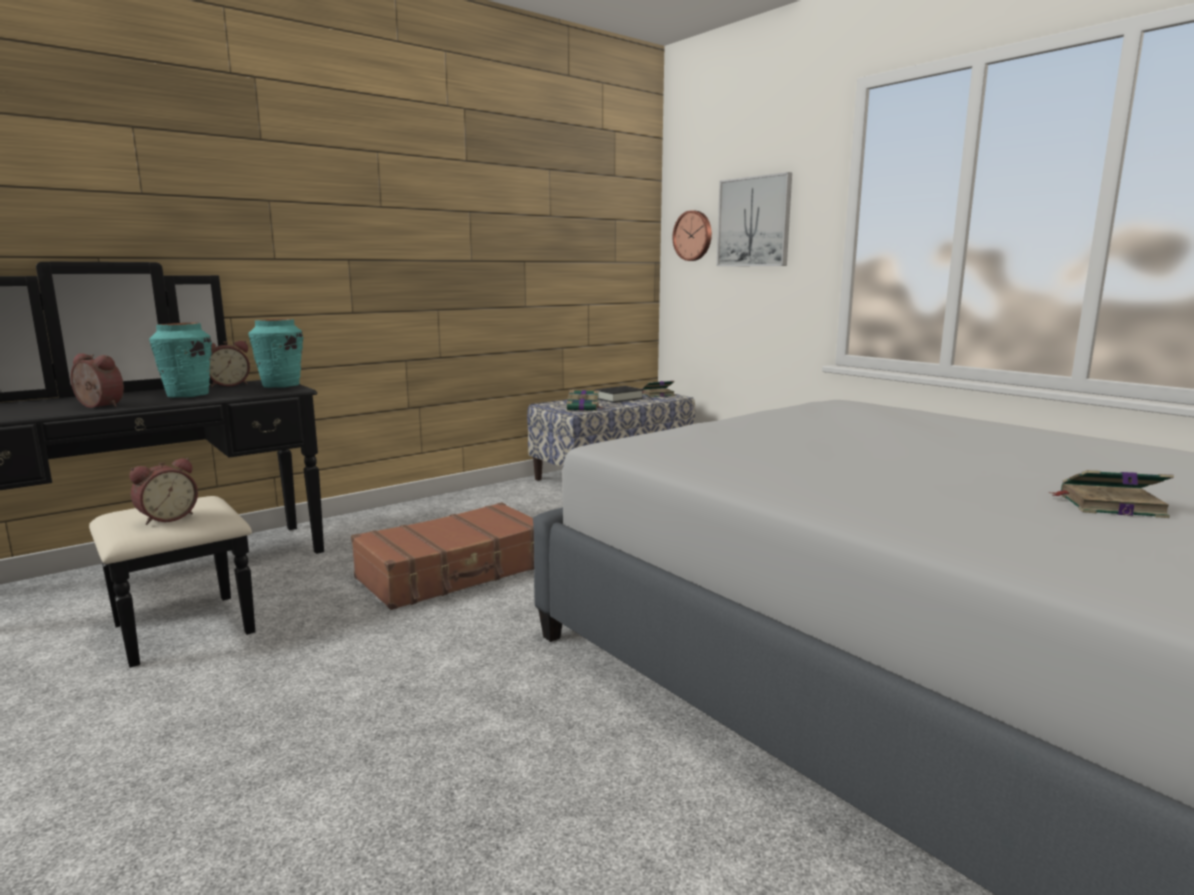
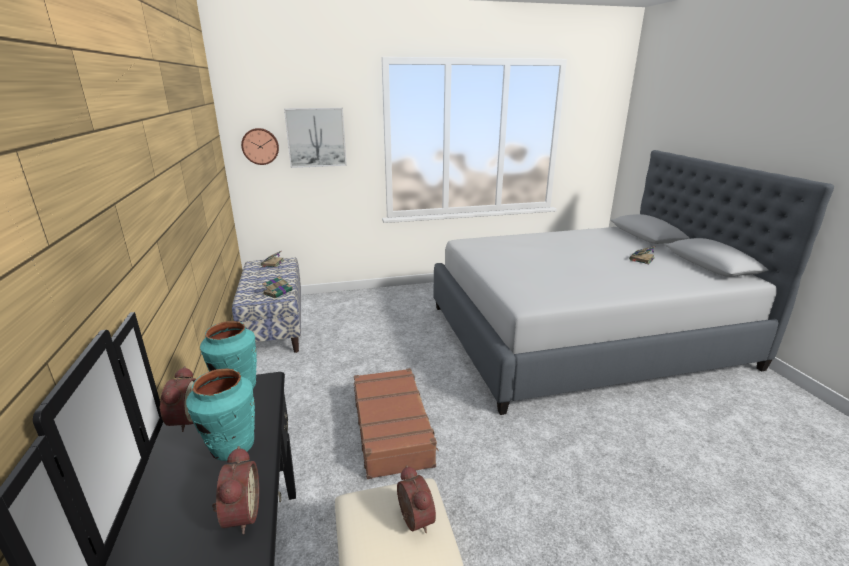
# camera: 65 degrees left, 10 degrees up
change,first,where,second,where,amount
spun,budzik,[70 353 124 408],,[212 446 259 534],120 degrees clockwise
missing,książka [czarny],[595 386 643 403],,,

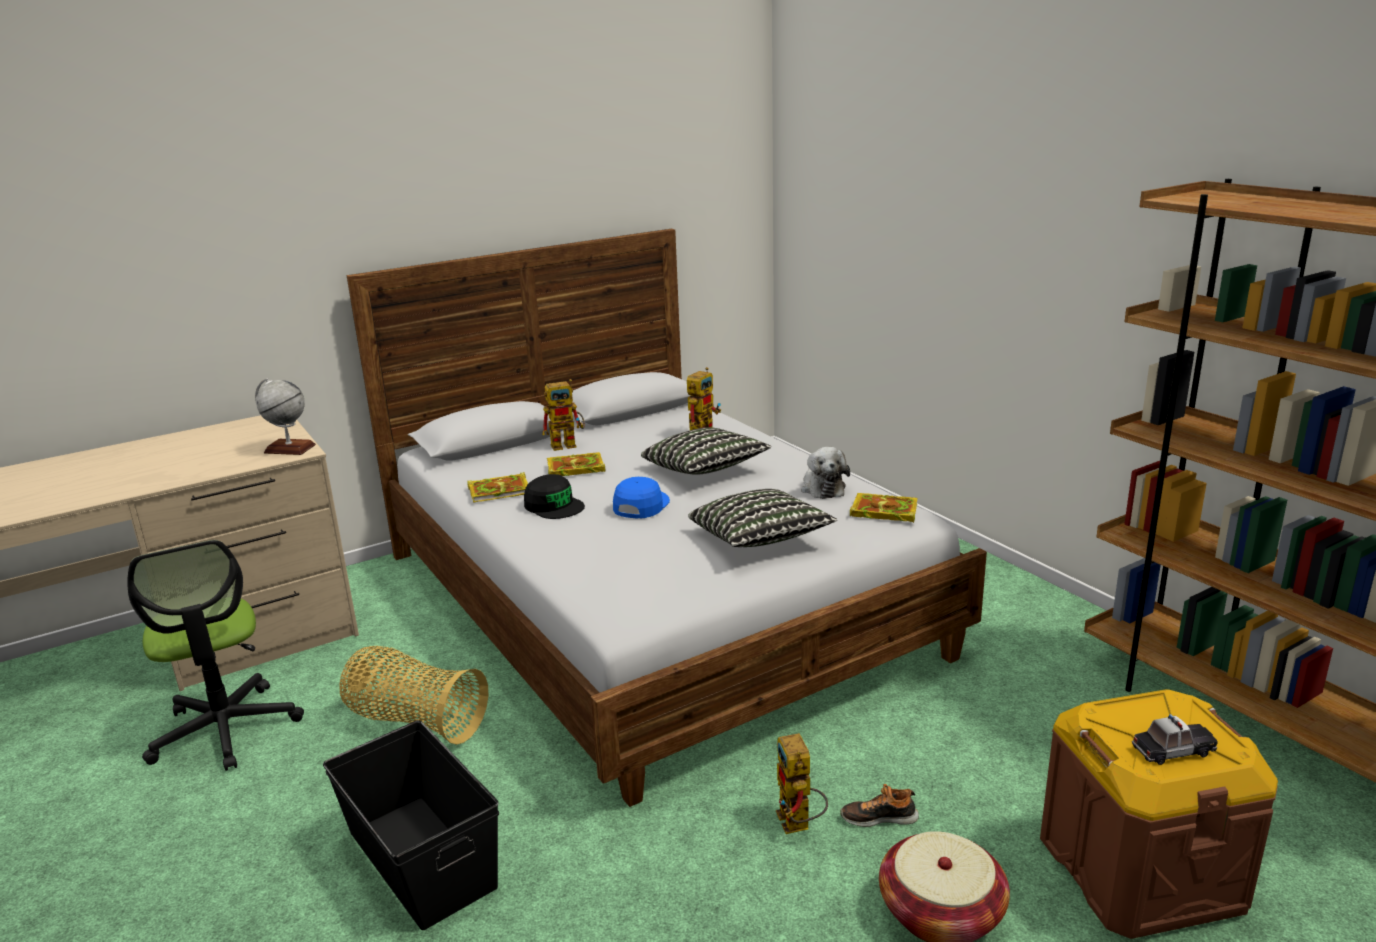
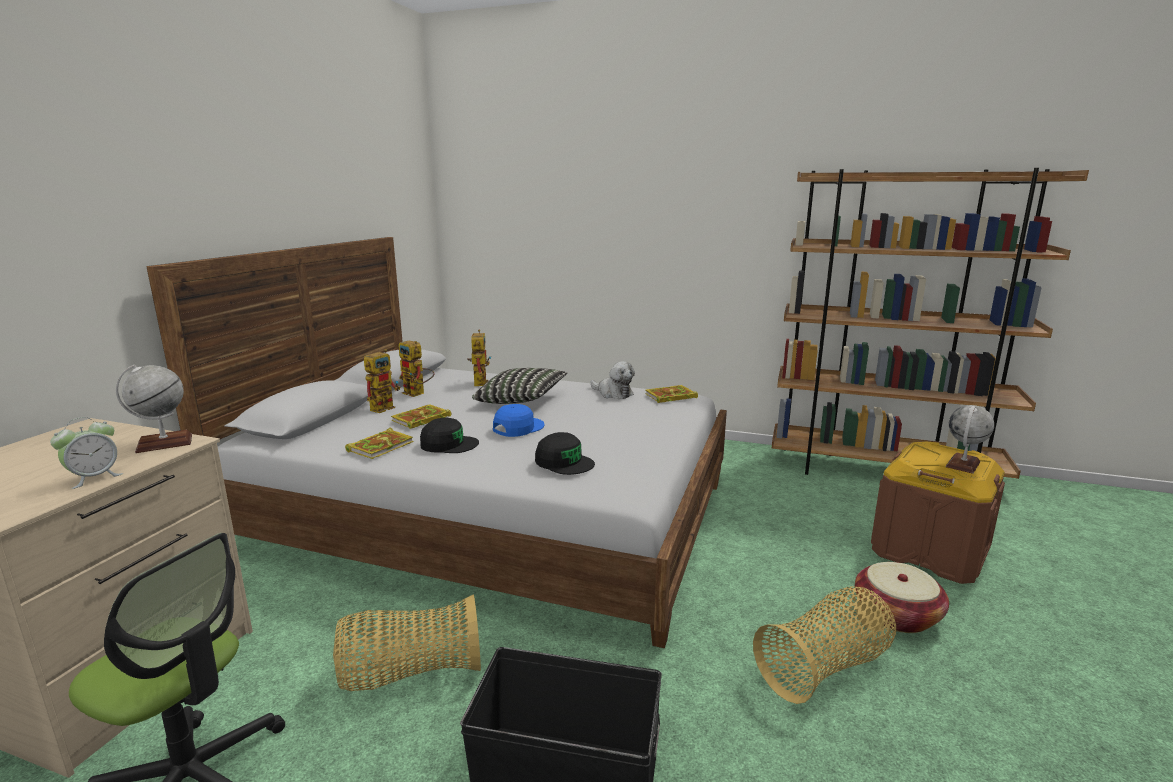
# camera: 40 degrees left, 5 degrees down
change,first,where,second,where,amount
appeared,,,budzik,[50 417 124 489],
relocated,robot zabawkowy,[776 733 828 834],,[398 340 434 397],
spun,czapka z daszkiem [niebieski],[613 477 670 519],,[493 404 544 437],60 degrees clockwise
appeared,,,czapka z daszkiem [czarny],[535 432 595 475],
appeared,,,koszyk,[753 586 896 704],
exchanged,samochodzik,[1132 714 1218 765],globus,[946 405 994 474],
missing,poduszka,[688 489 837 547],,,
missing,but,[840 784 919 827],,,

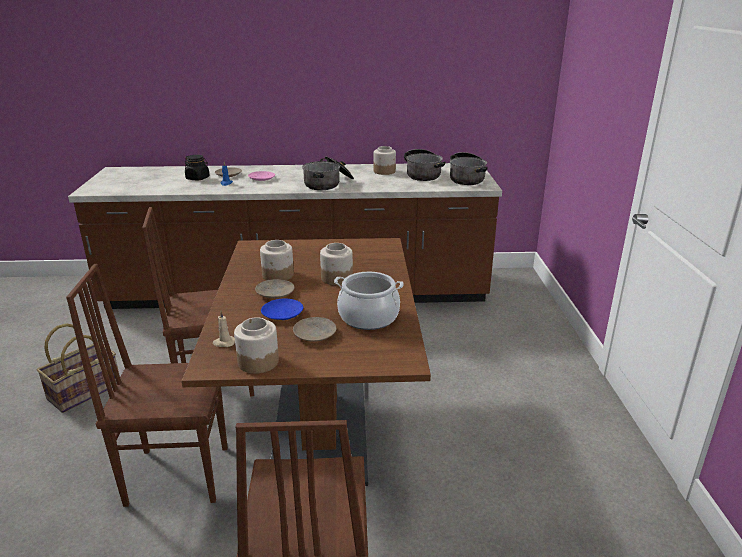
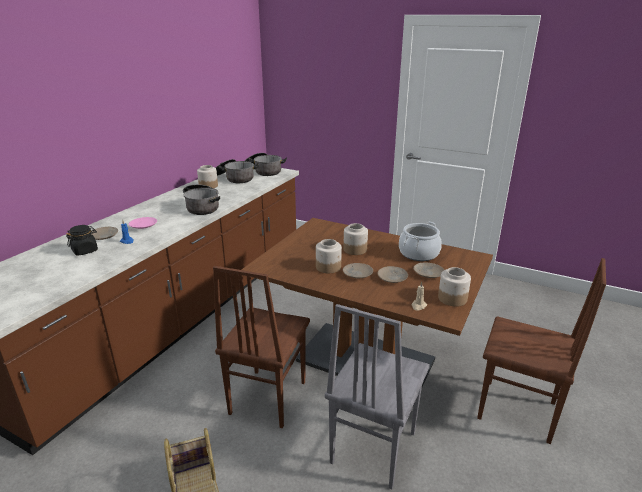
# camera: 60 degrees left, 0 degrees up
change,first,where,second,where,amount
colour,krzesło [brązowy],[66 264 228 507],krzesło [szary],[325 304 430 489],
colour,talerz [niebieski],[261 298 304 320],talerz [beżowy],[378 266 408 283],

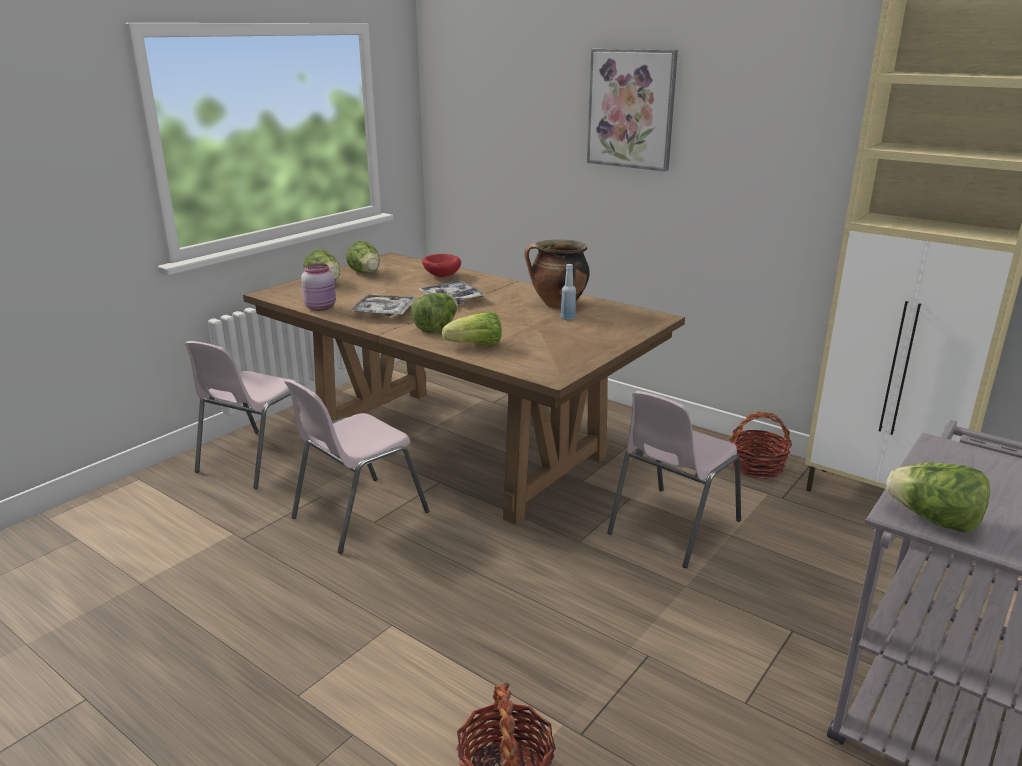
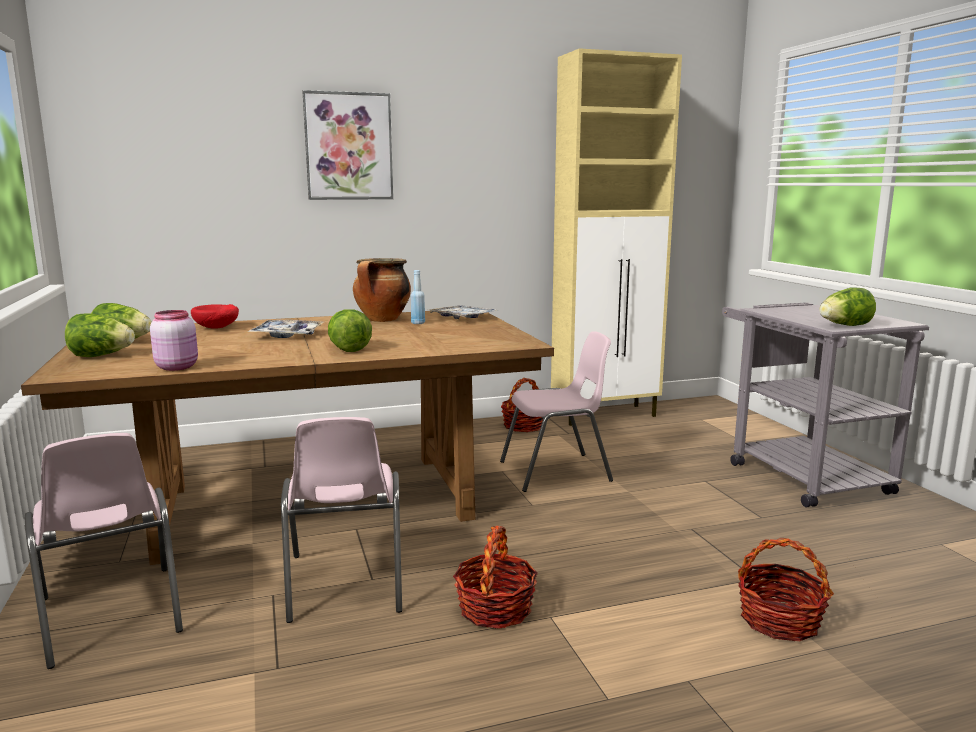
# camera: 55 degrees left, 10 degrees down
change,first,where,second,where,amount
relocated,taca,[350 294 416 316],,[430 305 499 319],
appeared,,,koszyk,[453 526 538 629],
spun,krzesło [różowy],[607 391 741 568],,[500 331 613 492],90 degrees counterclockwise
missing,sałata,[442 311 502 346],,,

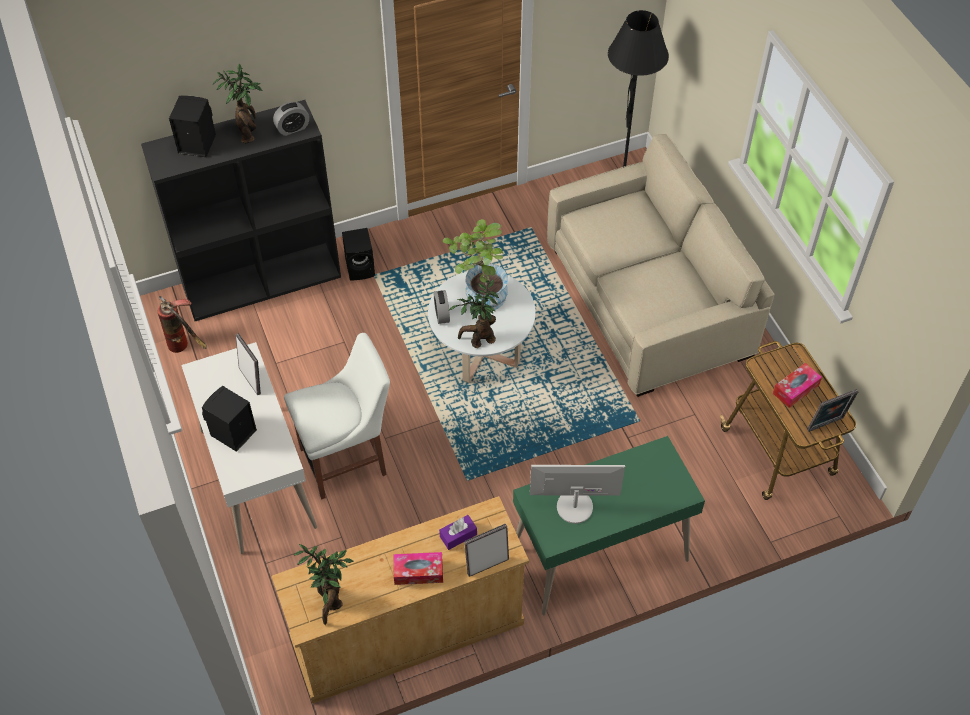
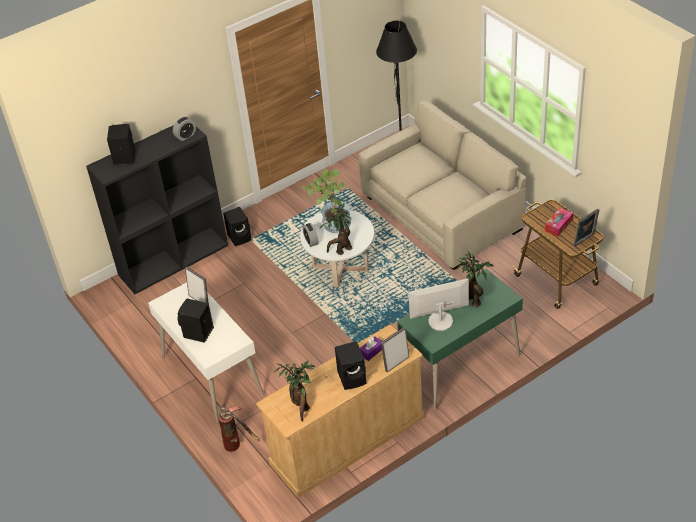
# camera: 10 degrees left, 10 degrees down
change,first,where,second,where,amount
relocated,gaśnica,[158 296 207 353],,[218 405 260 452],
exchanged,pudełko chusteczek,[393 552 443 585],głośnik [czarny],[335 341 367 390],
relocated,roślina doniczkowa,[213 63 263 143],,[456 251 493 307],
missing,krzesło [biały],[284 333 390 499],,,

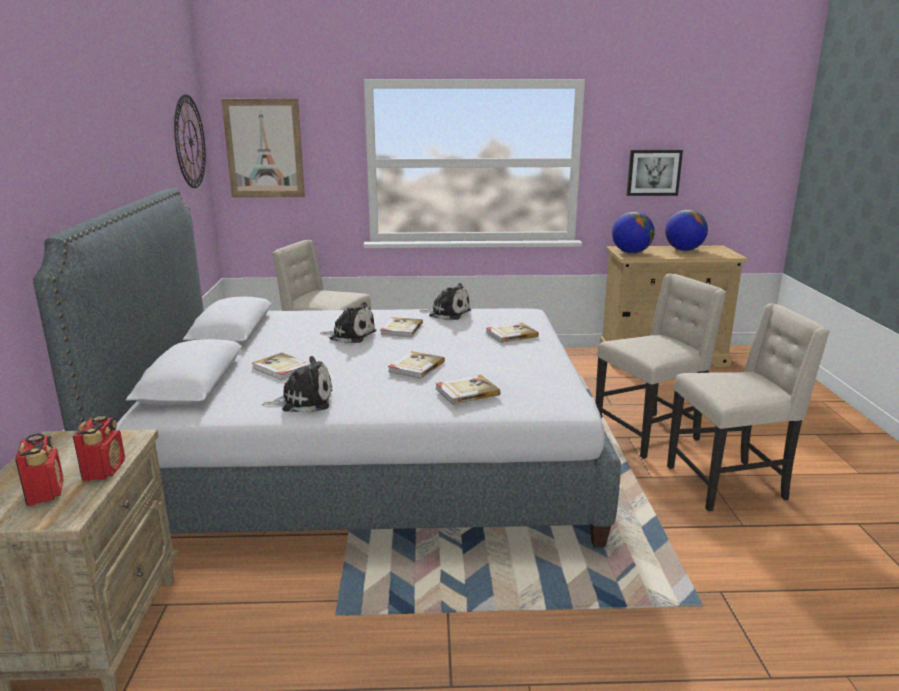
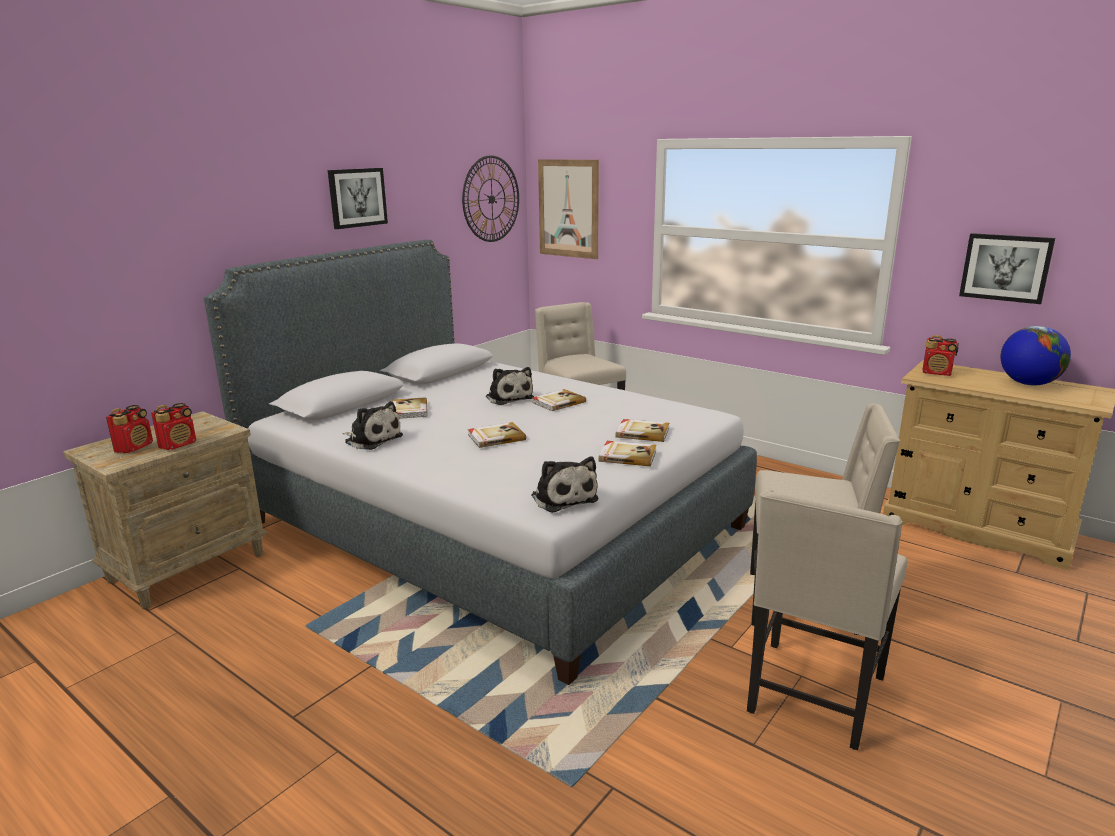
# camera: 40 degrees right, 0 degrees up
change,first,where,second,where,amount
appeared,,,obraz,[328 168 388 229],
relocated,pluszak,[420 283 471 320],,[532 456 599 513],
relocated,książka,[435 375 500 405],,[599 441 656 466],
spun,krzesło [beżowy],[667 303 830 511],,[747 489 907 750],90 degrees clockwise
exchanged,globus,[612 212 655 253],radio,[922 335 959 376],

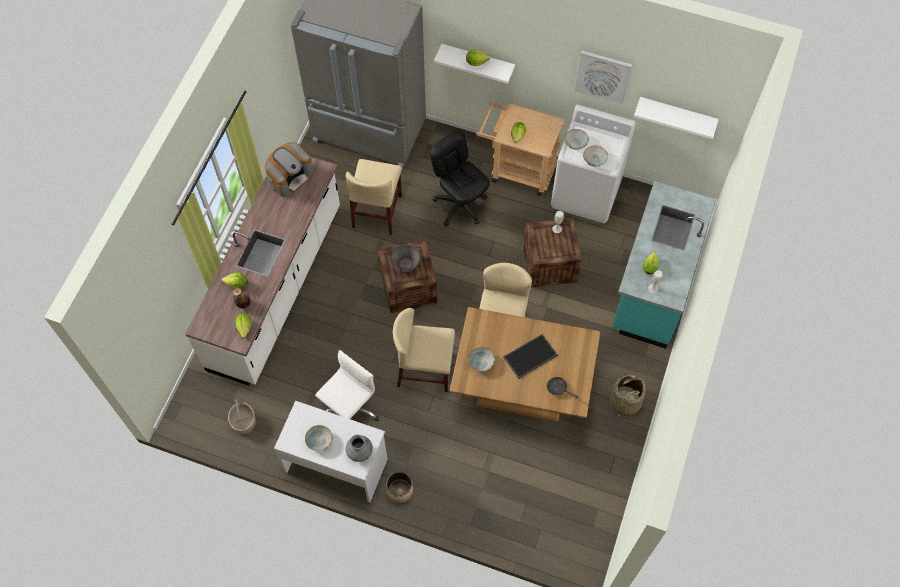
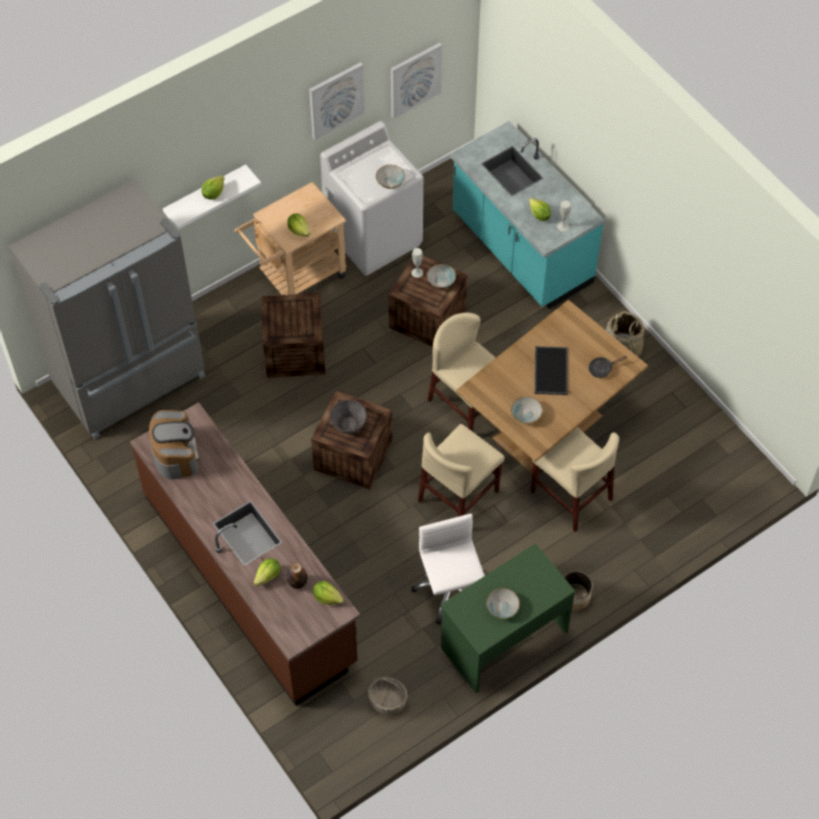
# camera: 55 degrees left, 5 degrees down
change,first,where,second,where,amount
colour,zabudowa kuchenna [biały],[185 157 340 386],zabudowa kuchenna [brązowy],[130 402 360 706],
exchanged,krzesło biurowe [czarny],[430 132 490 226],skrzynka,[261 293 325 378],
exchanged,półka [biały],[634 97 719 139],obraz,[391 43 442 119],
relocated,miska,[564 129 589 150],,[427 264 456 288],
colour,biurko [biały],[274 401 387 503],biurko [zielony],[440 543 575 693],
relocated,krzesło [beżowy],[346 159 402 235],,[531 427 619 532],
missing,wazon [szary],[346 435 373 462],,,

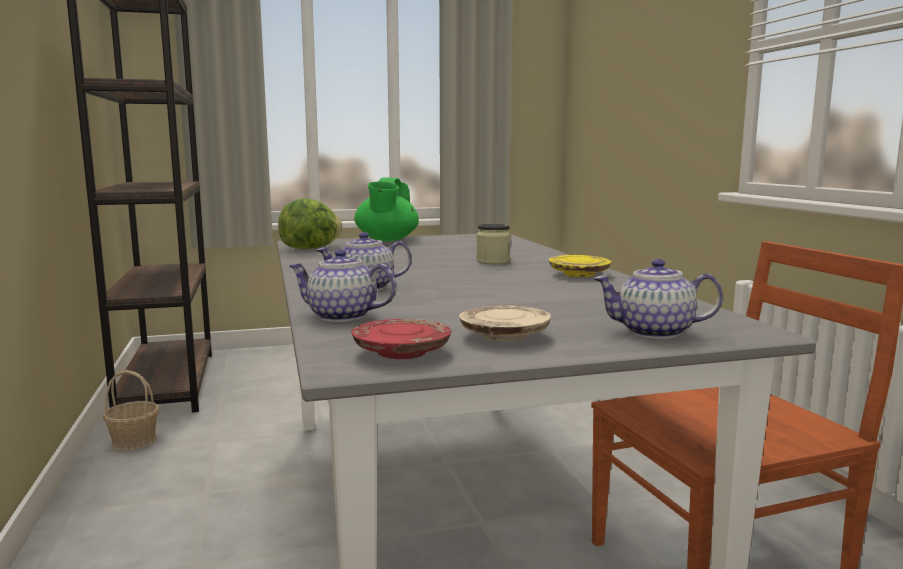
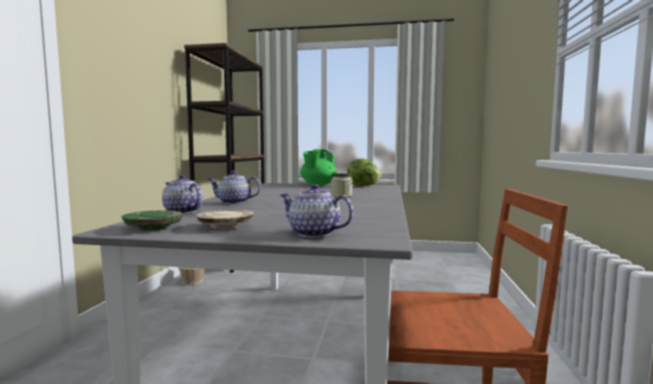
# camera: 25 degrees right, 5 degrees down
change,first,where,second,where,amount
colour,talerz [czerwony],[351 319 451 359],talerz [zielony],[121 210 183 230],
relocated,sałata,[278 198 343 249],,[347 158 382 186],
missing,talerz [żółty],[549 255 612 277],,,

